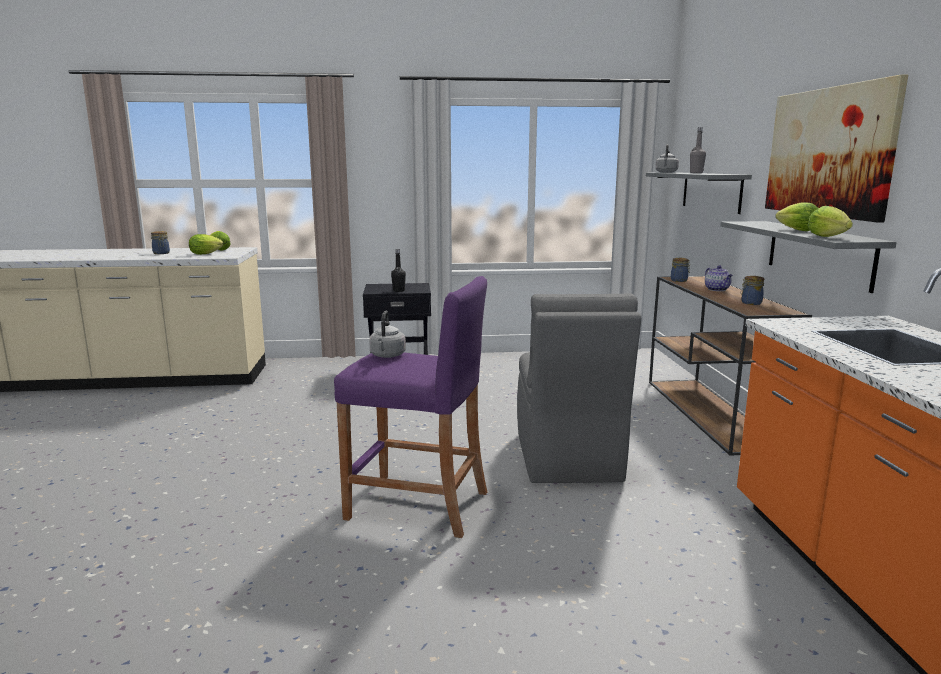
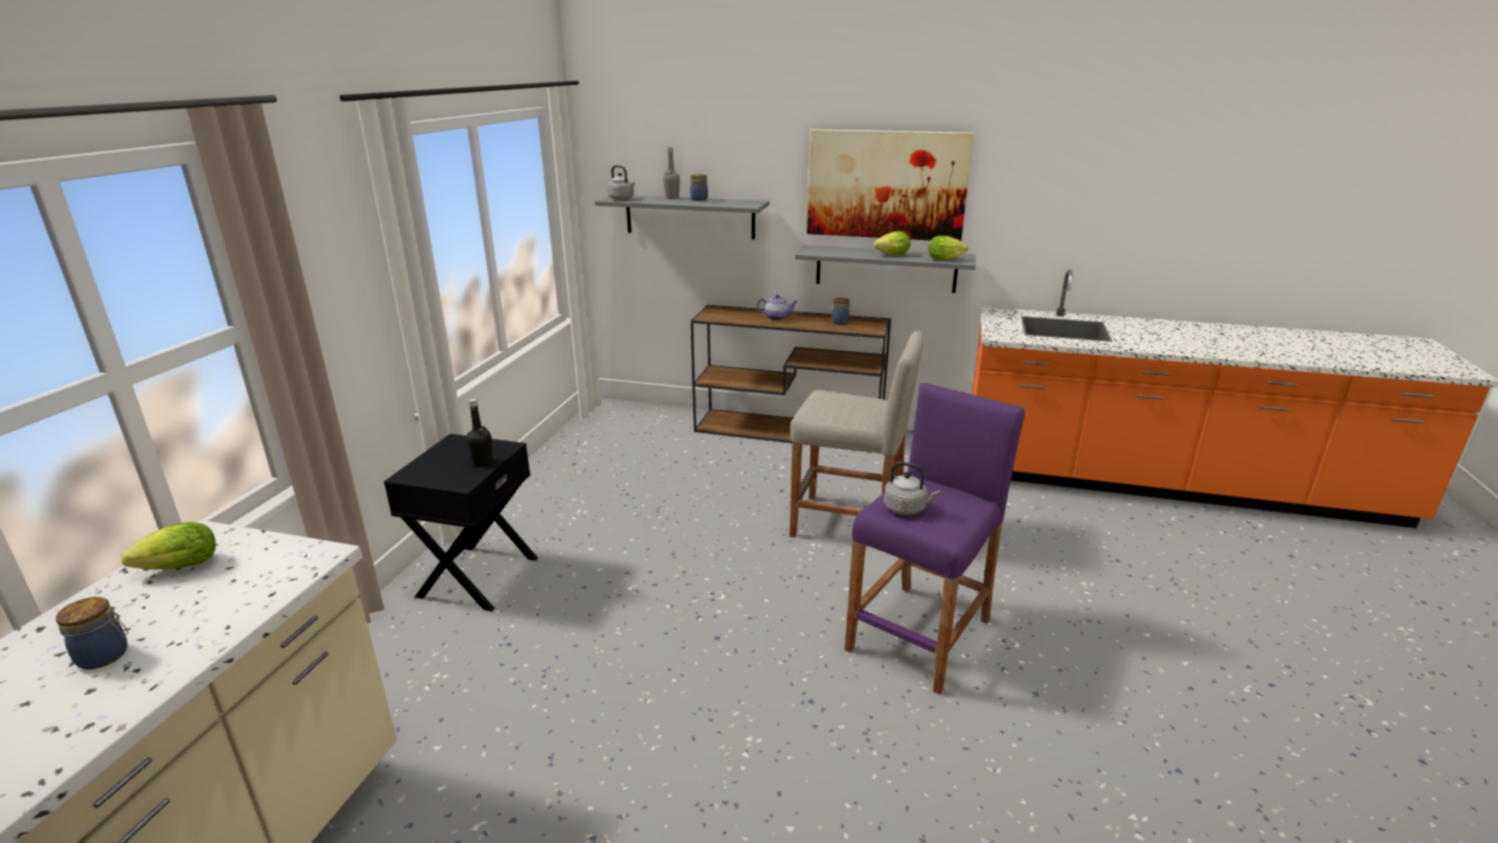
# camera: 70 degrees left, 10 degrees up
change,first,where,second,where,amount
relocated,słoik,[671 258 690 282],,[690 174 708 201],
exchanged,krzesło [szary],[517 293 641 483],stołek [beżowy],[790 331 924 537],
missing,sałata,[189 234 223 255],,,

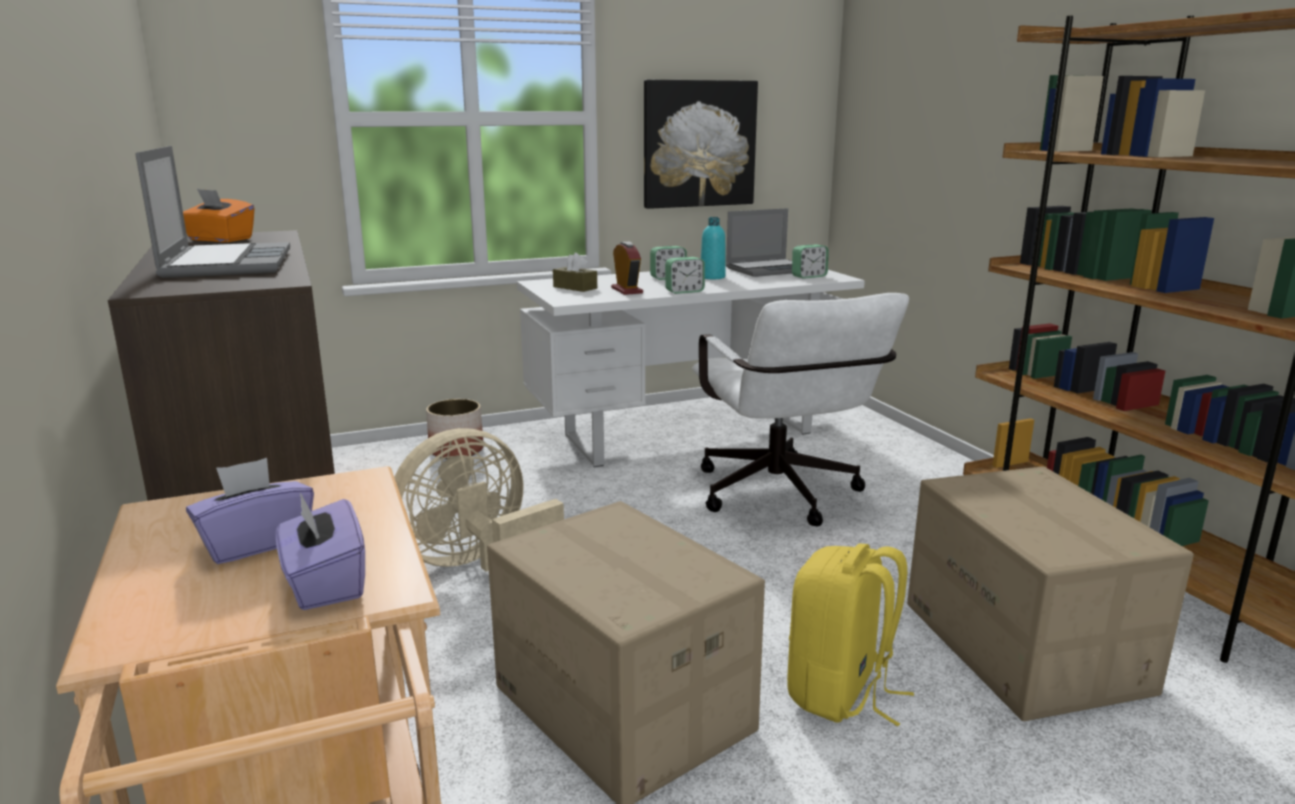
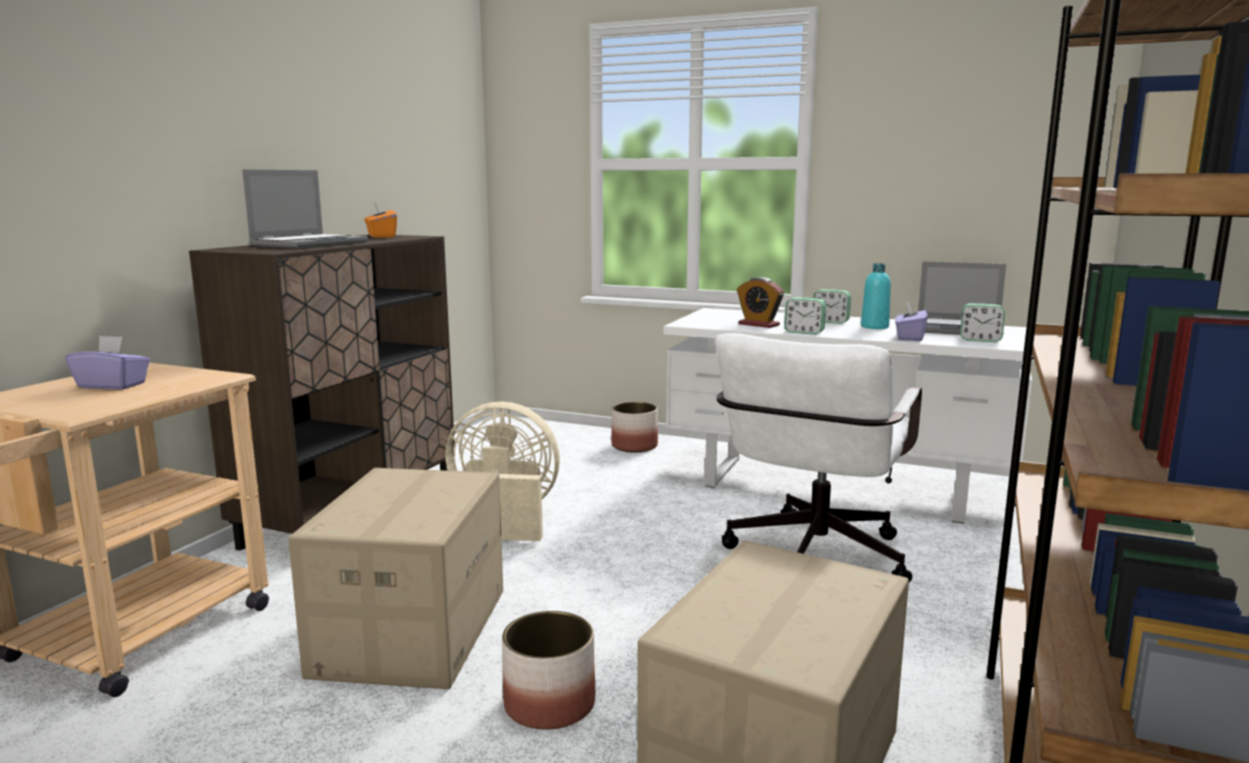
# camera: 45 degrees right, 5 degrees down
change,first,where,second,where,amount
exchanged,plecak [żółty],[787 543 914 726],donica,[502 611 595 730],
spun,budzik,[611 242 643 295],,[737 277 784 328],105 degrees clockwise
relocated,pudełko chusteczek [fioletowy],[276 493 365 610],,[895 301 928 341],
missing,pudełko chusteczek [brązowy],[553 253 597 292],,,
missing,obraz,[644 80 758 209],,,

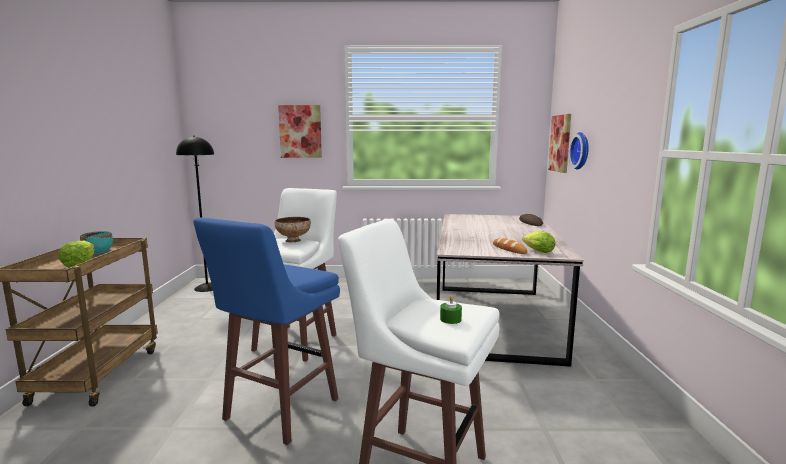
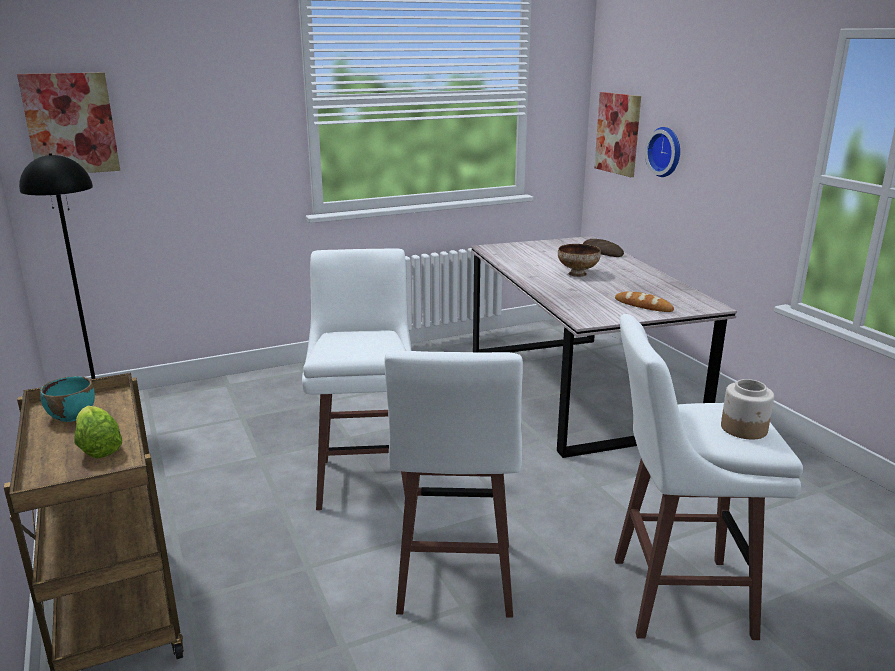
# camera: 25 degrees left, 10 degrees up
change,first,where,second,where,amount
relocated,obraz,[278 105 322 158],,[17 72 120 173],
colour,stołek [niebieski],[193 218 340 445],stołek [biały],[385 351 523 618],
relocated,miska,[275 217 311 242],,[558 244 601 277],
exchanged,świeca [zielony],[440 295 462 324],słoik,[721 379 774 439],
missing,sałata,[522 231 555 253],,,

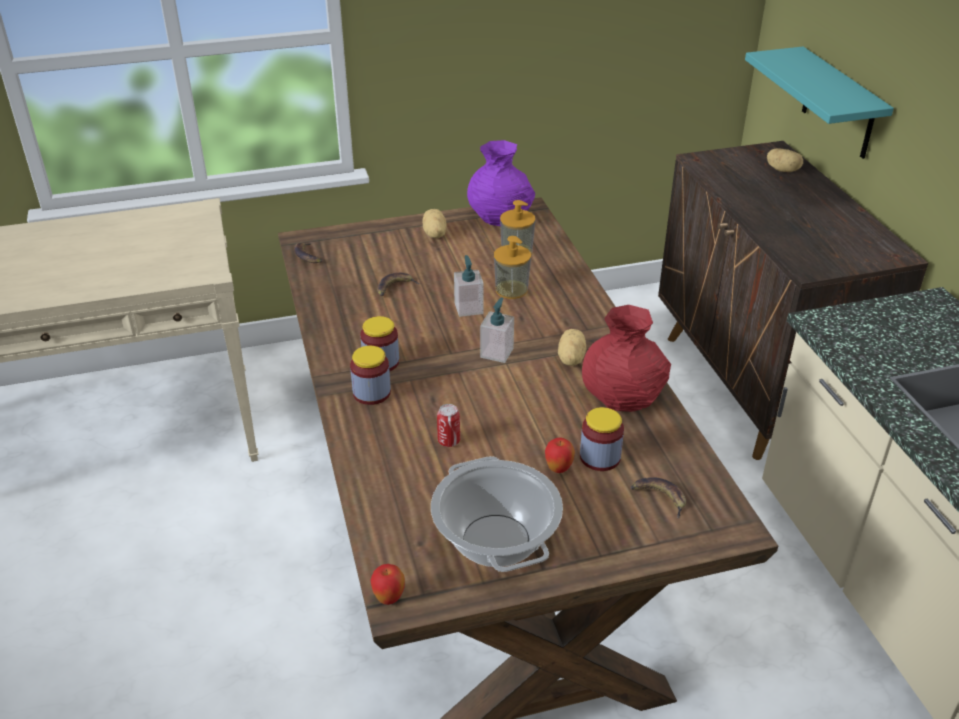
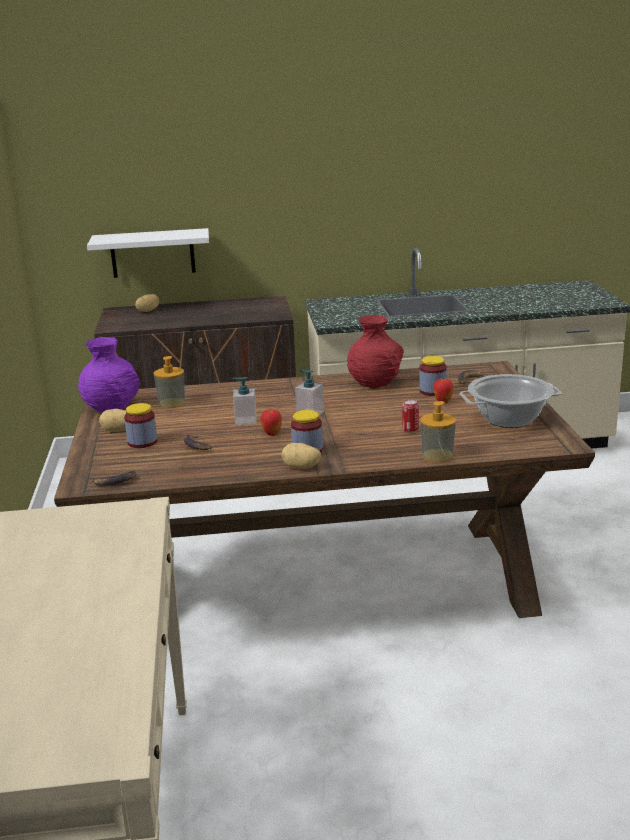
# camera: 80 degrees left, 15 degrees down
change,first,where,second,where,amount
colour,półka [turkusowy],[745 47 894 159],półka [biały],[87 228 209 278],
relocated,słoik,[350 346 391 405],,[124 403 157 448],
relocated,jabłko,[370 564 405 605],,[260 409 282 436],
relocated,ziemniak,[558 329 586 366],,[282 443 321 469],
relocated,dozownik mydła,[494 236 531 299],,[420 401 456 462],

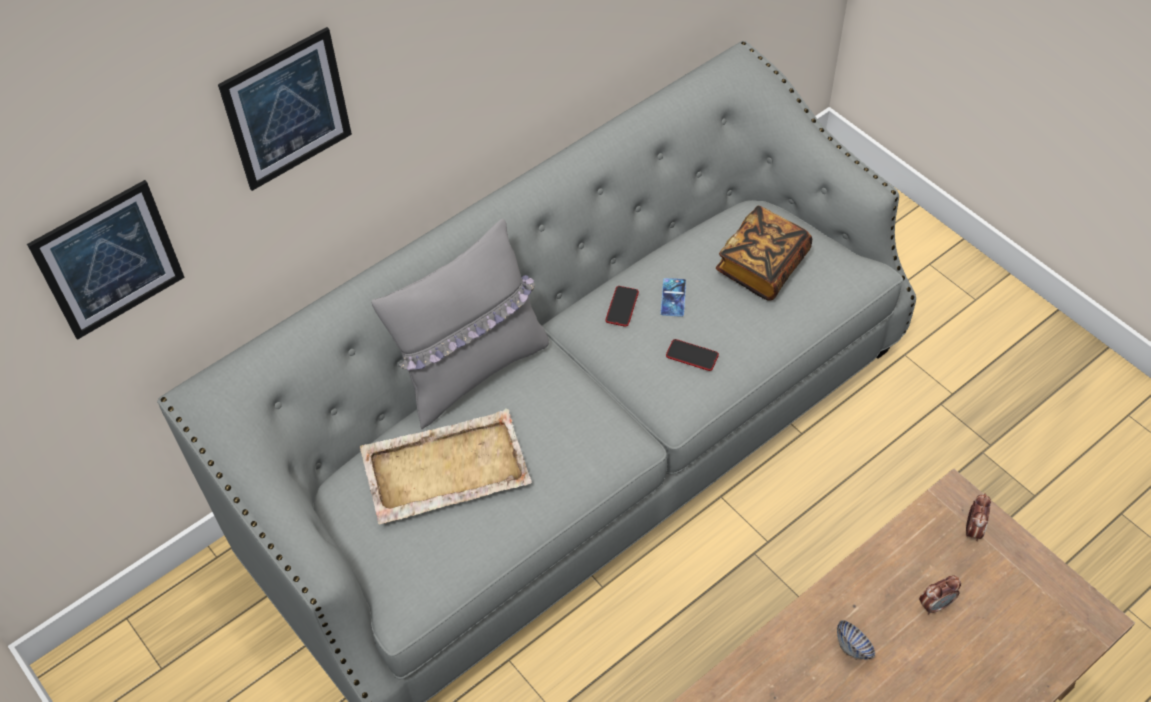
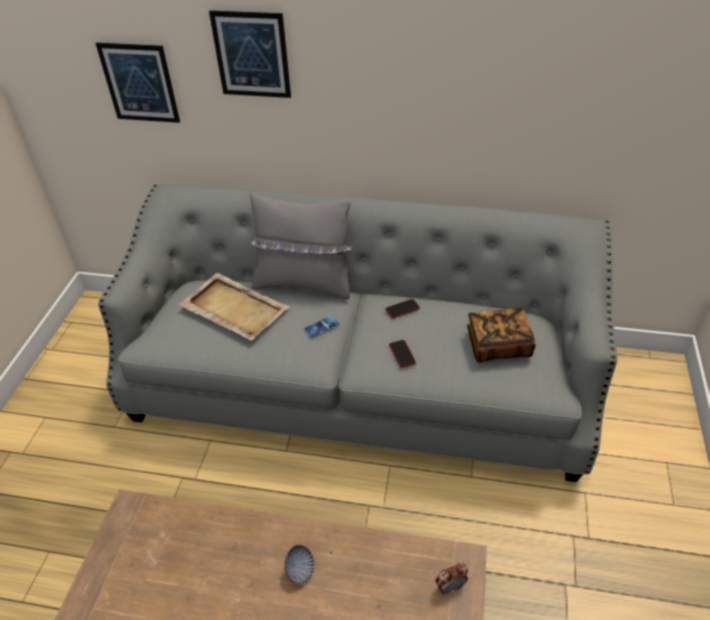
# camera: 50 degrees right, 10 degrees down
change,first,where,second,where,amount
relocated,telefon,[661 278 686 317],,[304 315 339 338],
missing,budzik,[919 575 961 615],,,

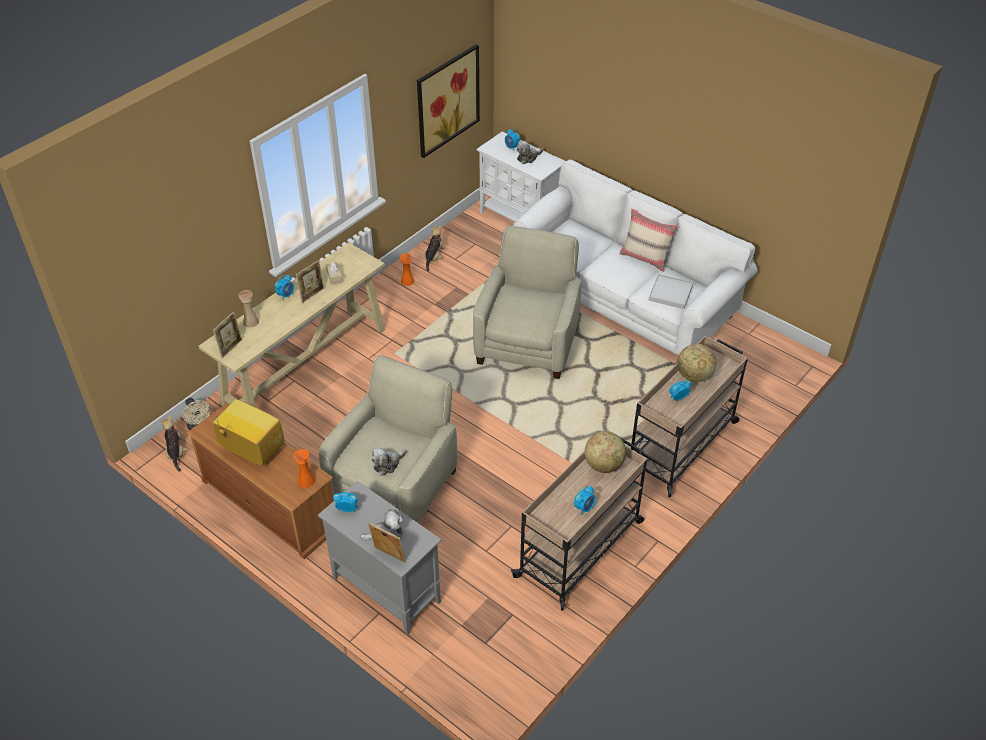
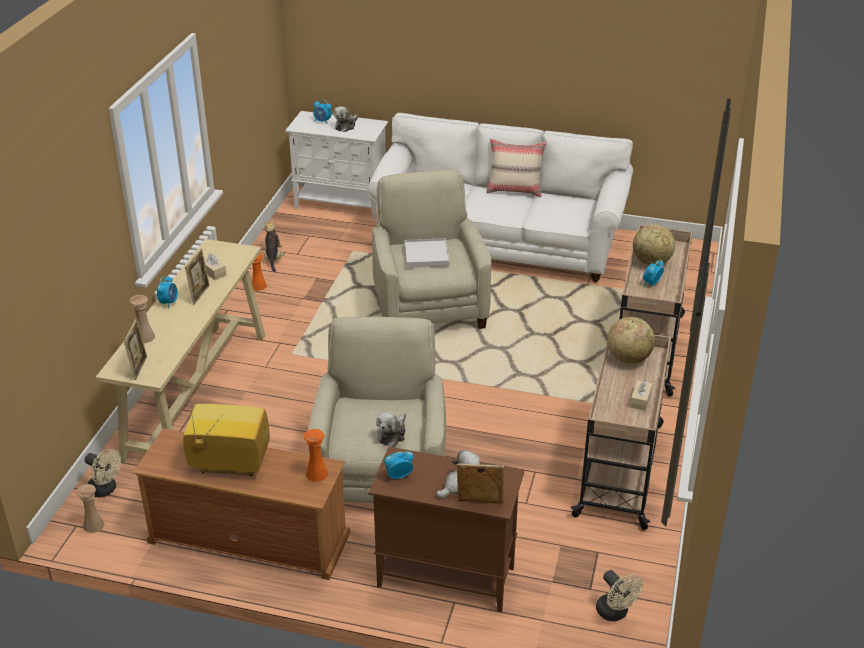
# camera: 25 degrees left, 10 degrees down
change,first,where,second,where,amount
exchanged,pluszak,[161 415 187 472],wazon [beżowy],[76 484 104 533],
colour,szafka [szary],[318 481 441 635],szafka [brązowy],[368 447 524 612],
relocated,taca [biały],[648 274 693 309],,[405 238 449 268],
appeared,,,wentylator [beżowy],[596 570 643 621],
exchanged,budzik,[574 486 596 515],pudełko chusteczek [beżowy],[630 379 653 411],
missing,obraz,[417 44 480 158],,,

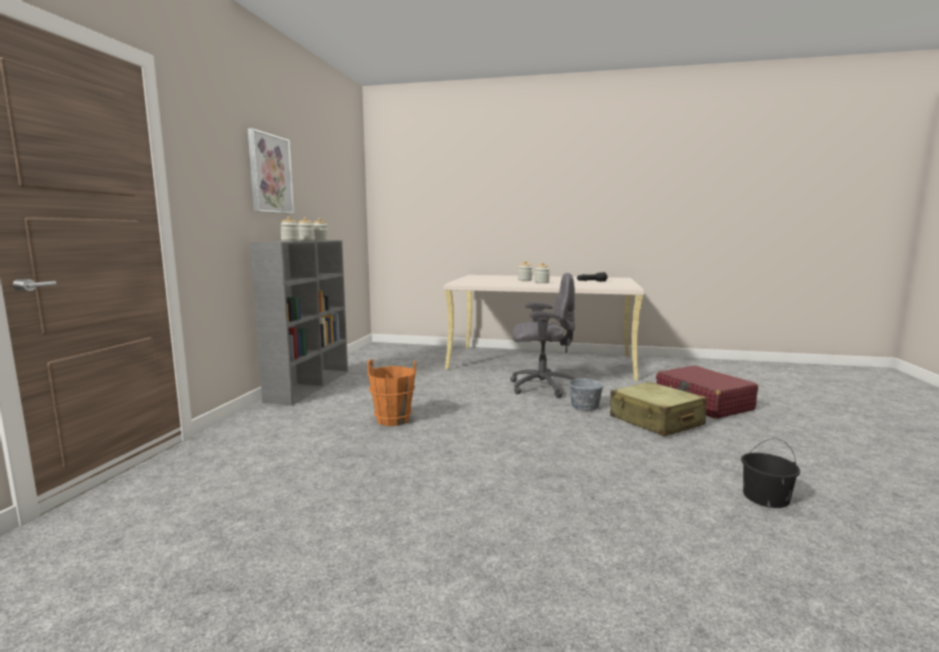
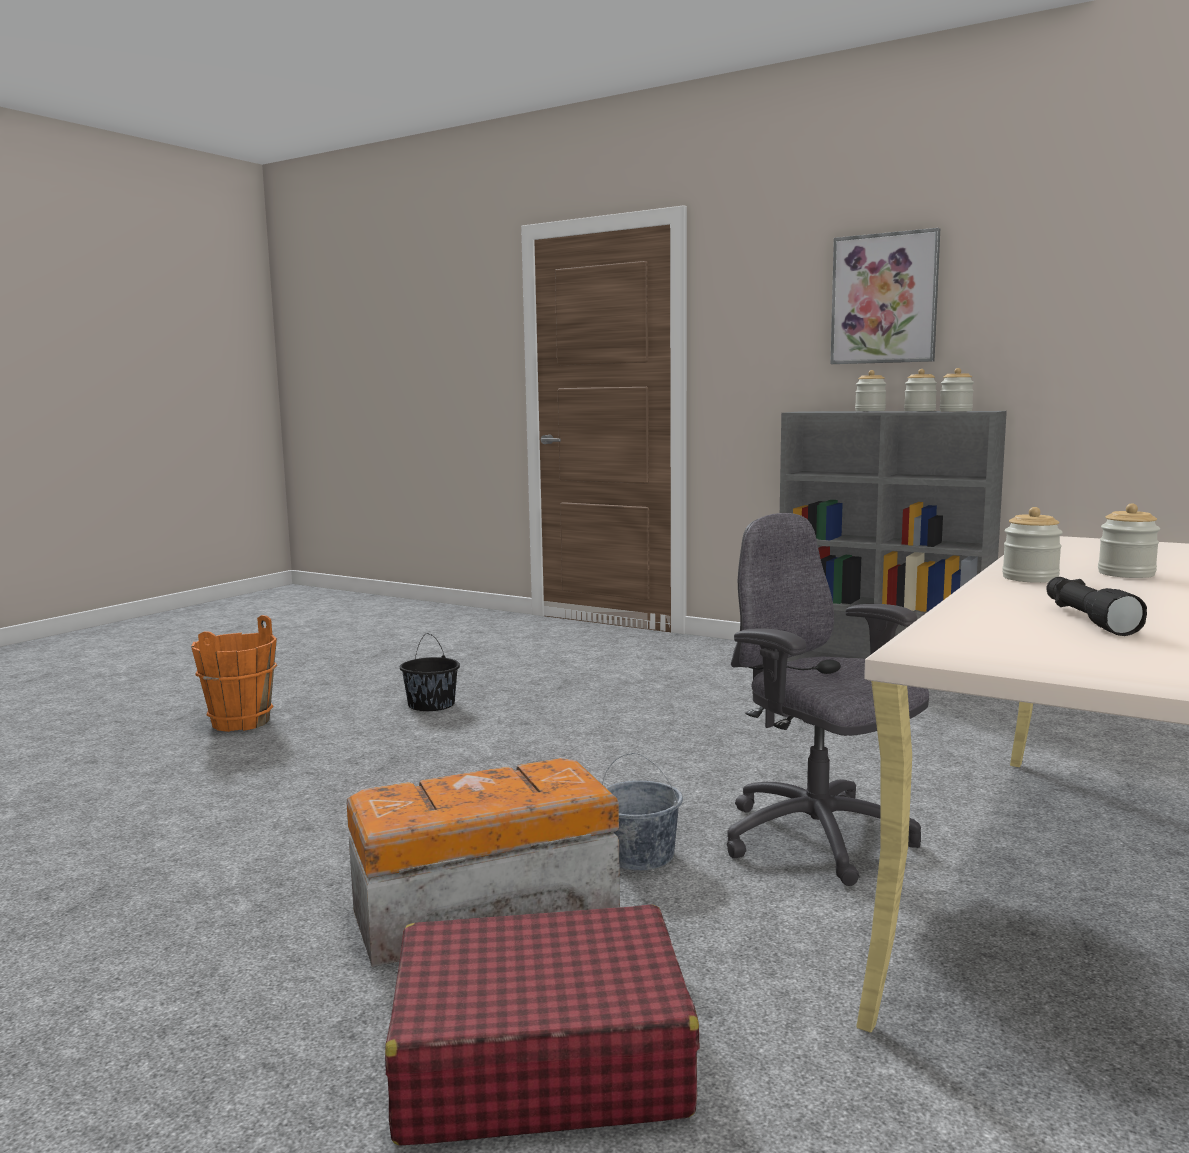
# camera: 110 degrees right, 0 degrees up
change,first,where,second,where,amount
relocated,wiadro [pomarańczowy],[367 359 416 426],,[191 615 277 732],
exchanged,walizka [beżowy],[610 382 707 437],pojemnik do przechowywania,[346 758 620 967],
relocated,wiadro [czarny],[741 438 800 508],,[400 633 460 711],
spun,krzesło biurowe [szary],[510 273 577 398],,[727 513 929 886],120 degrees clockwise

